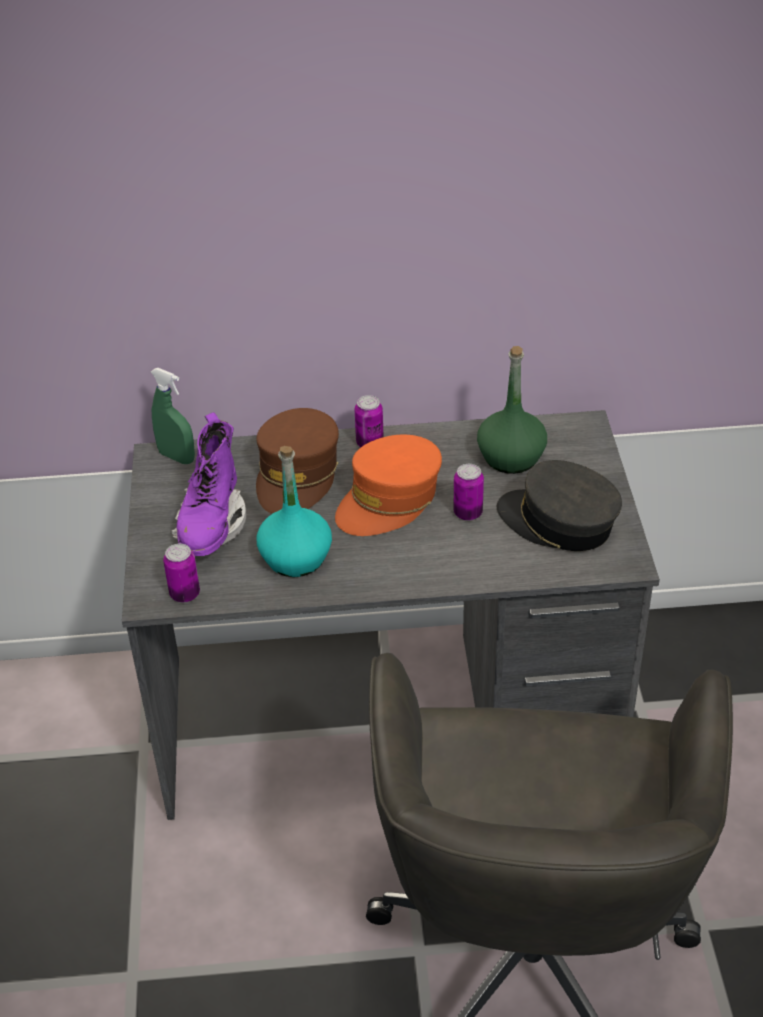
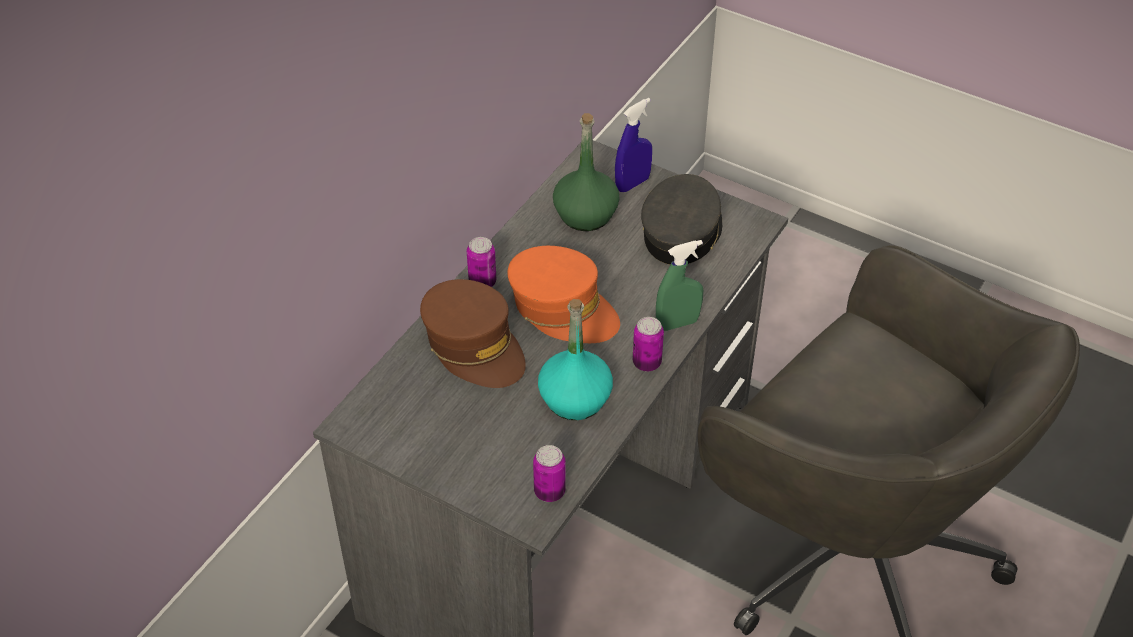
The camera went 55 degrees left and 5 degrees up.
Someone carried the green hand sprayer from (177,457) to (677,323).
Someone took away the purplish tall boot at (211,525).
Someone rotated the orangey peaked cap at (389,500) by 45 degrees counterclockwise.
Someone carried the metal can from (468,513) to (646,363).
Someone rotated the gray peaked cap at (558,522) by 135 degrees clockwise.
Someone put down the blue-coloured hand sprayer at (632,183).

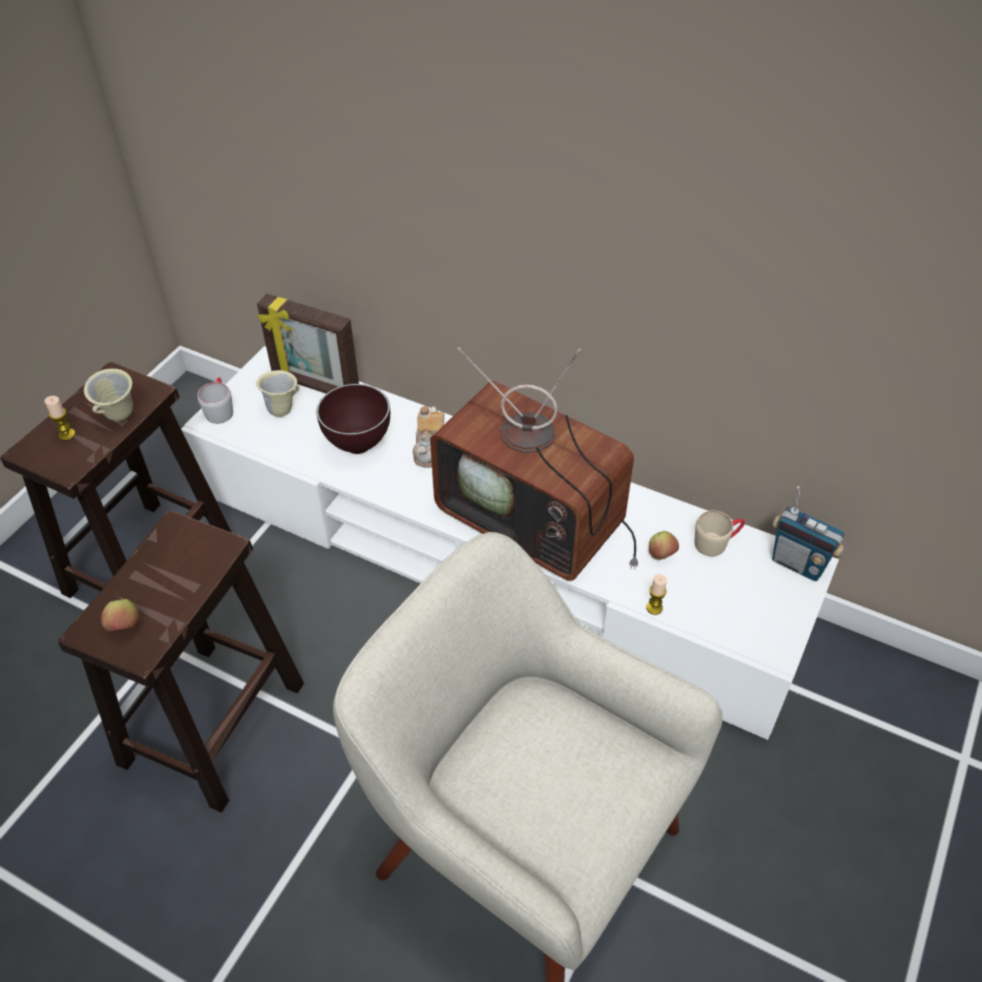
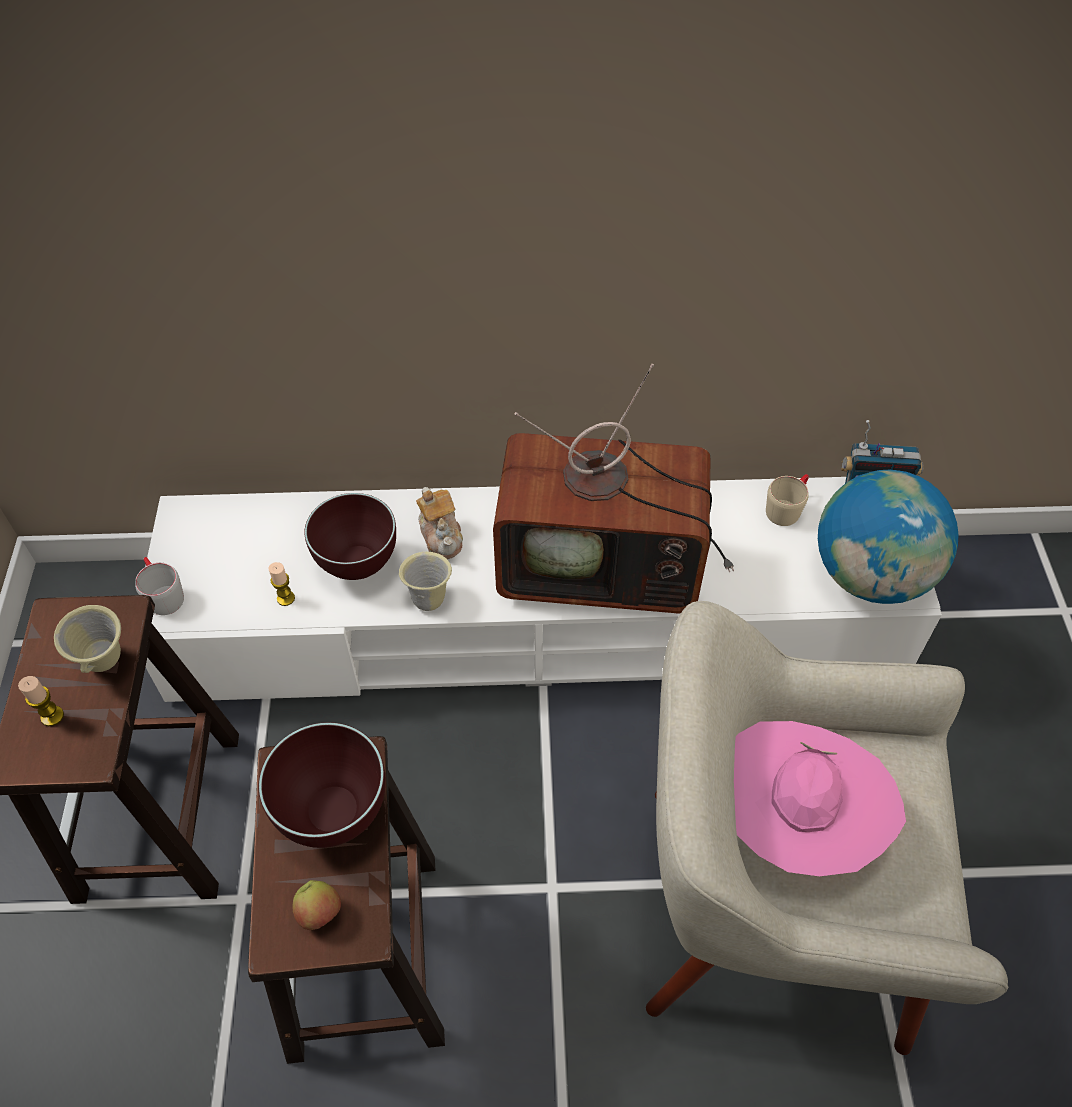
The camera went 30 degrees left and 5 degrees up.
Someone carried the beige mug from (282,409) to (429,598).
Someone took away the standing frame at (315,386).
Someone carried the wax candle from (654,608) to (286,598).
Someone took away the whole apple at (661,555).
Someone put down the brown bowl at (331,814).
Someone put down the pink hat at (793,822).
Someone put down the globe at (871,575).

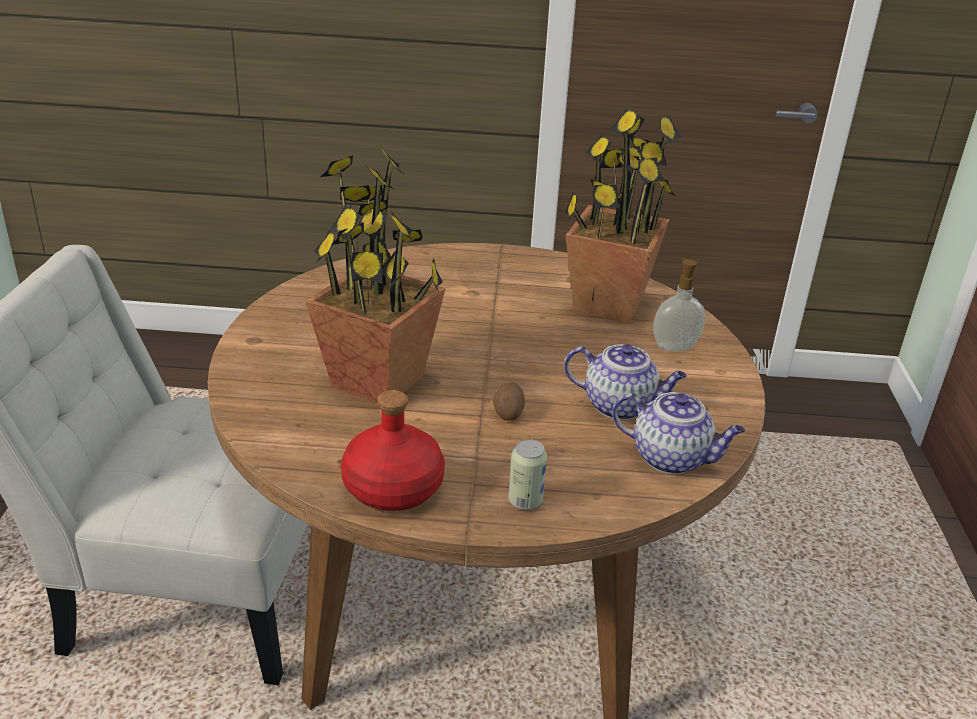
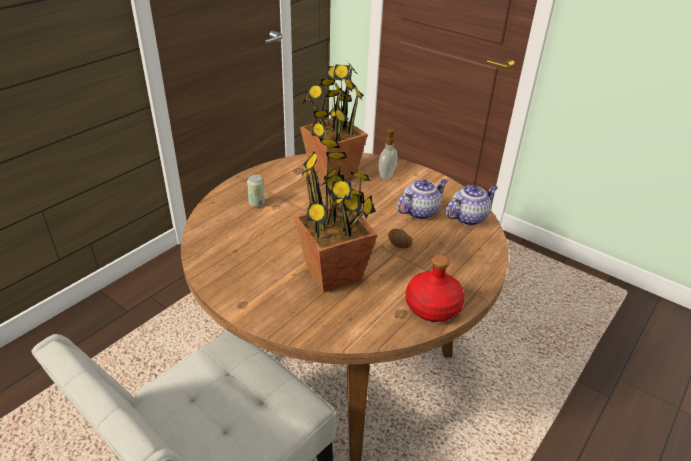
The camera went 55 degrees left and 5 degrees up.
Someone carried the metal can from (525,501) to (256,203).

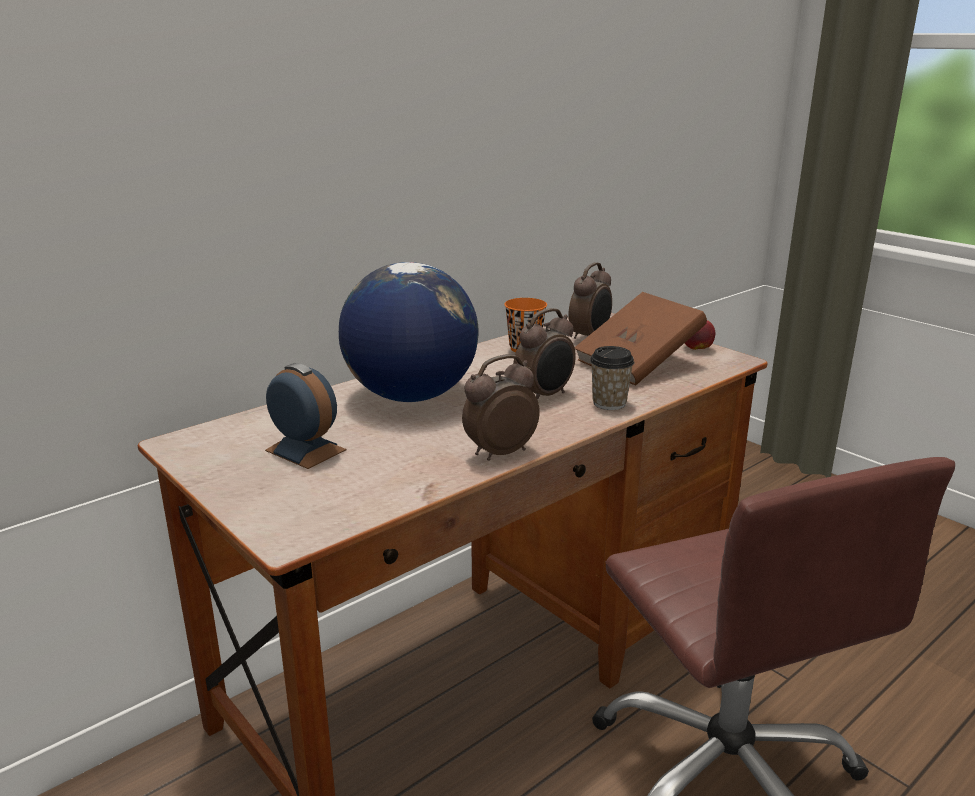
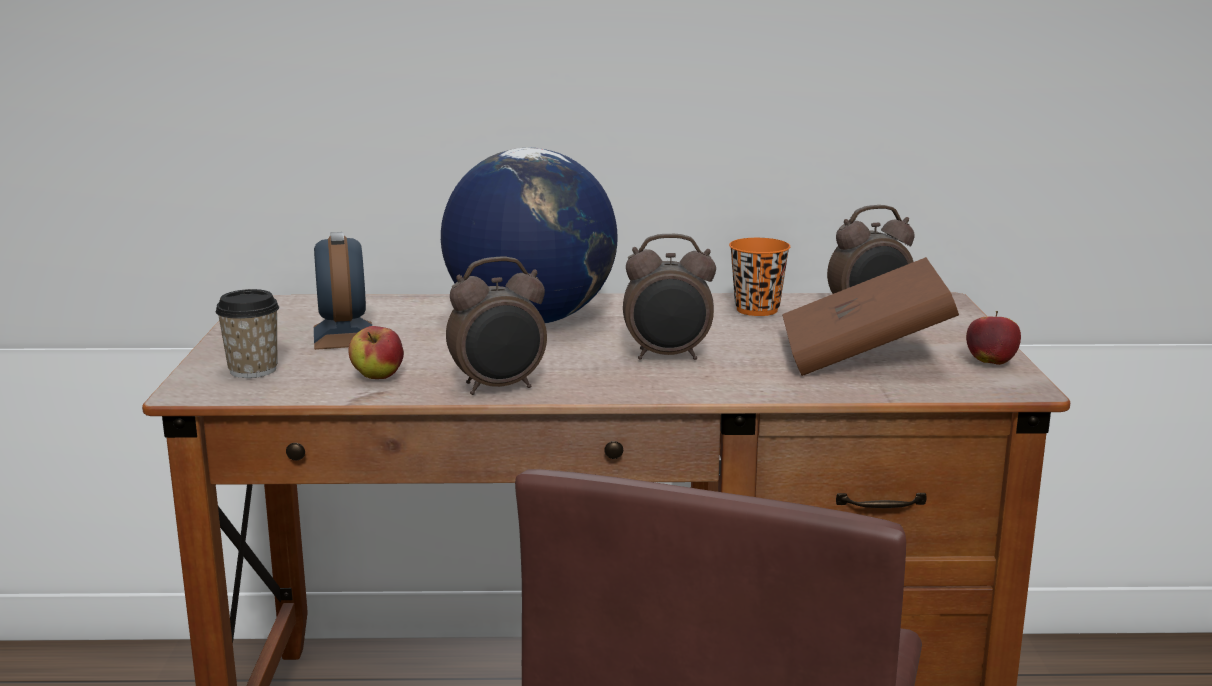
The camera went 40 degrees right and 5 degrees down.
Someone rotated the table clock at (499,452) by 150 degrees clockwise.
Someone carried the small cup from (609,403) to (253,370).
Someone put down the whole apple at (377,377).

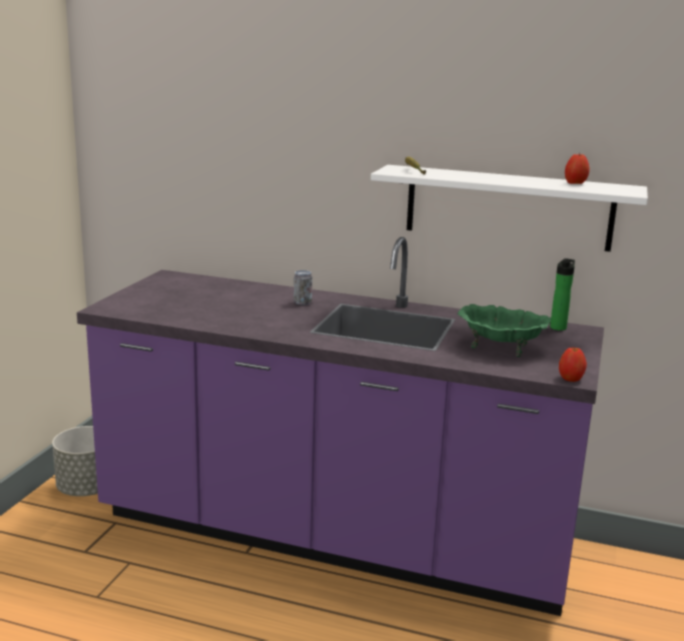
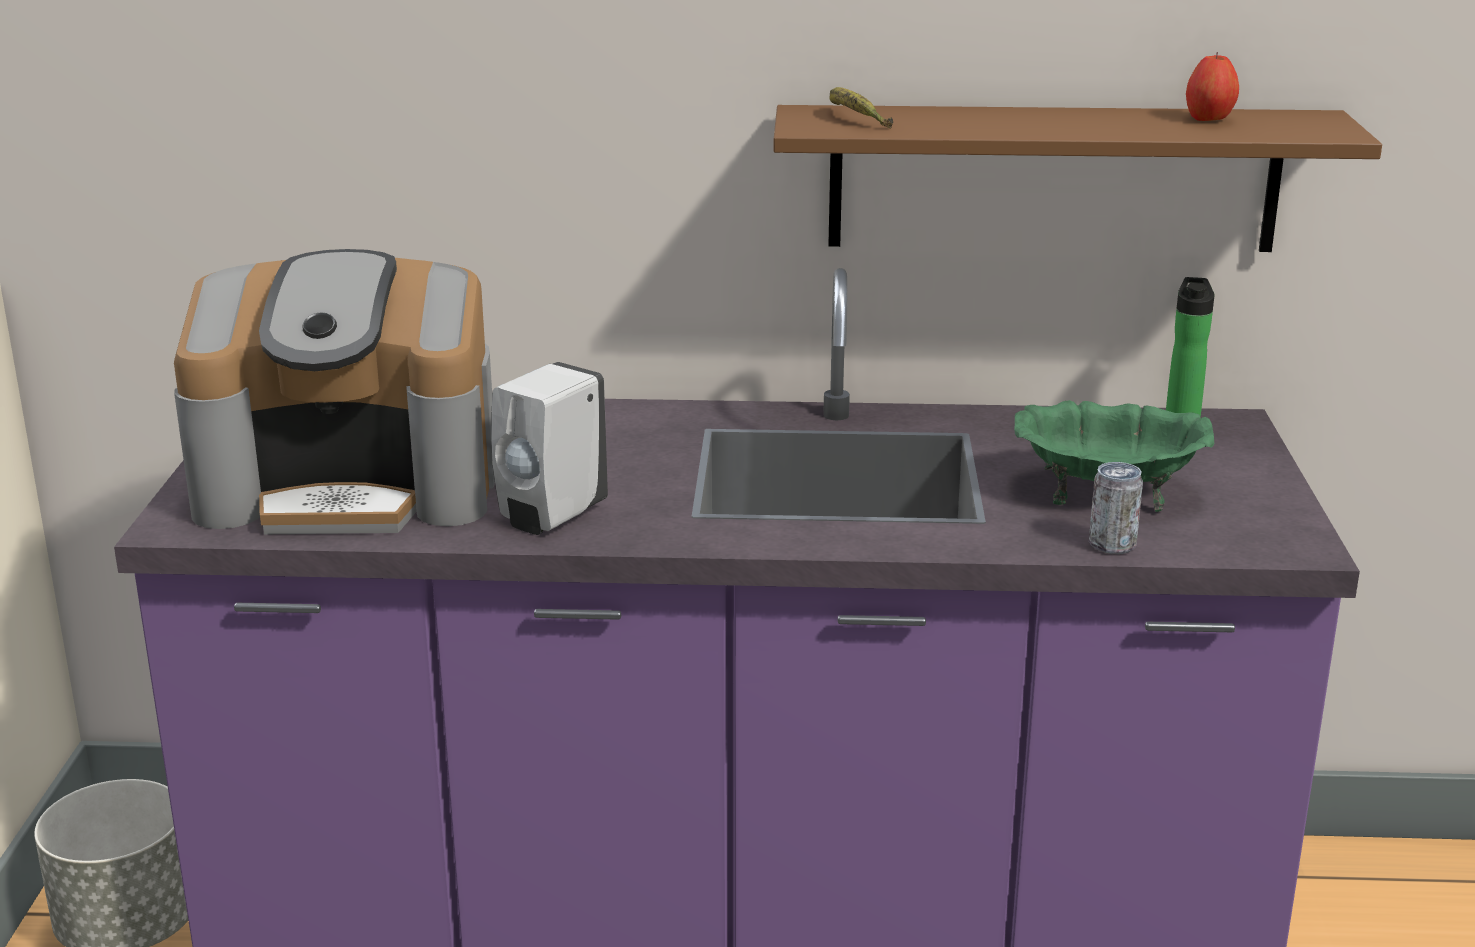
The camera went 15 degrees left and 5 degrees up.
Someone carried the metal can from (302,302) to (1112,545).
Someone repainted the whitish wall shelf at (508,207), which became the brown wall shelf at (1053,178).
Someone took away the whole apple at (571,379).
Someone put down the coffee machine at (353,486).
Someone put down the whitish soap bottle at (550,517).

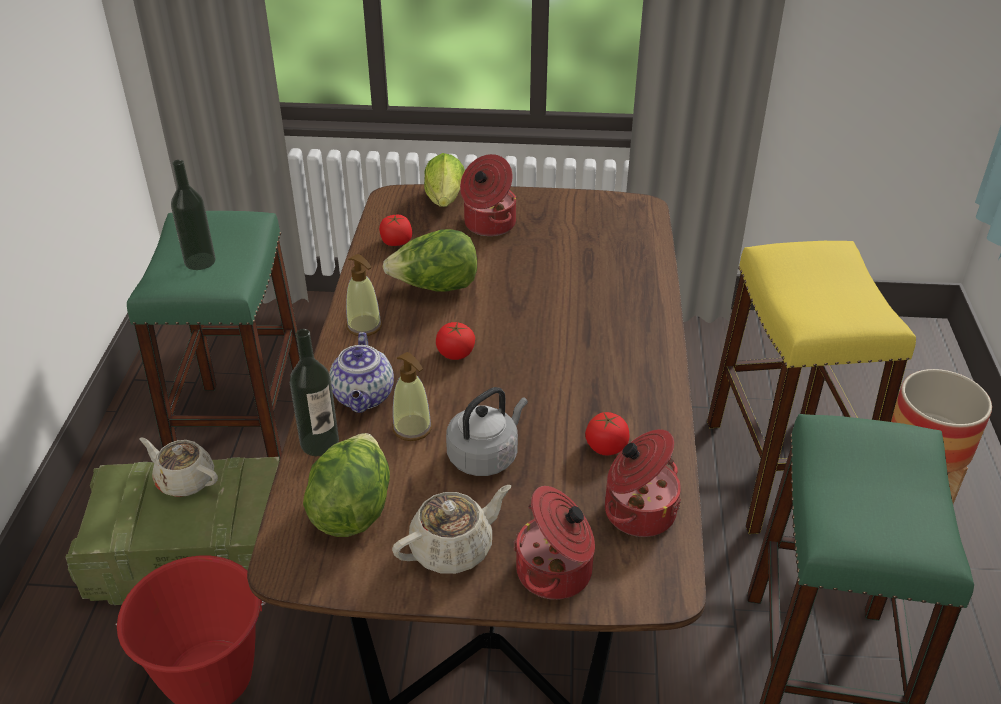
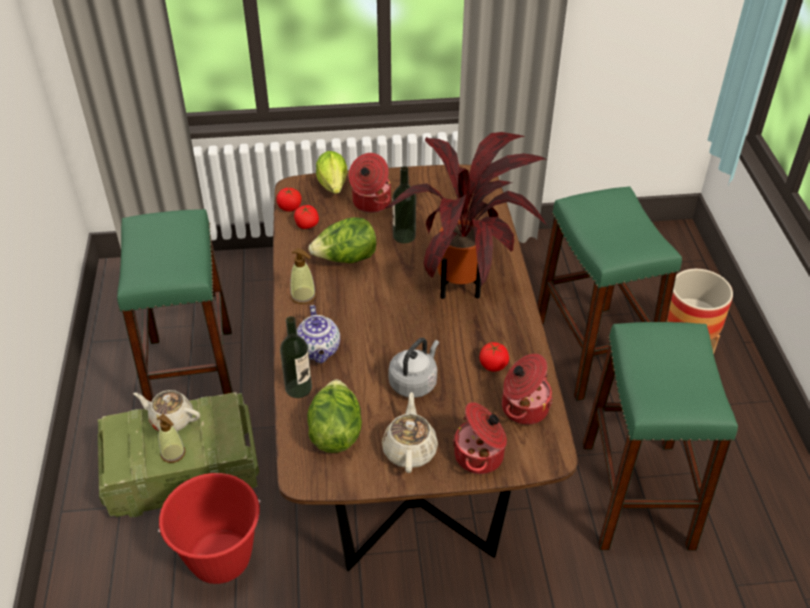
The camera went 10 degrees left and 5 degrees up.
Someone carried the bottle from (200,261) to (404,236).
Someone carried the soap bottle from (412,428) to (173,453).
Someone rotated the beige tea pot at (453,548) by 45 degrees counterclockwise.
Someone carried the fresh tomato from (455,353) to (289,207).
Someone repainted the yellowish sitting stool at (781,471), which became the green sitting stool at (592,351).
Someone put down the houseplant at (464,287).

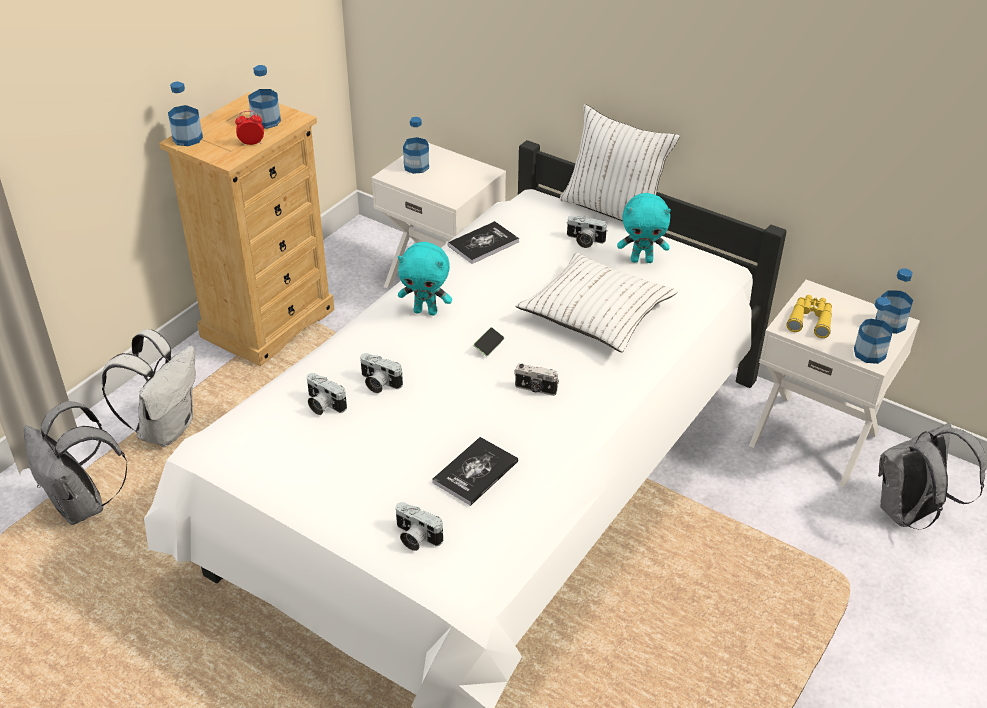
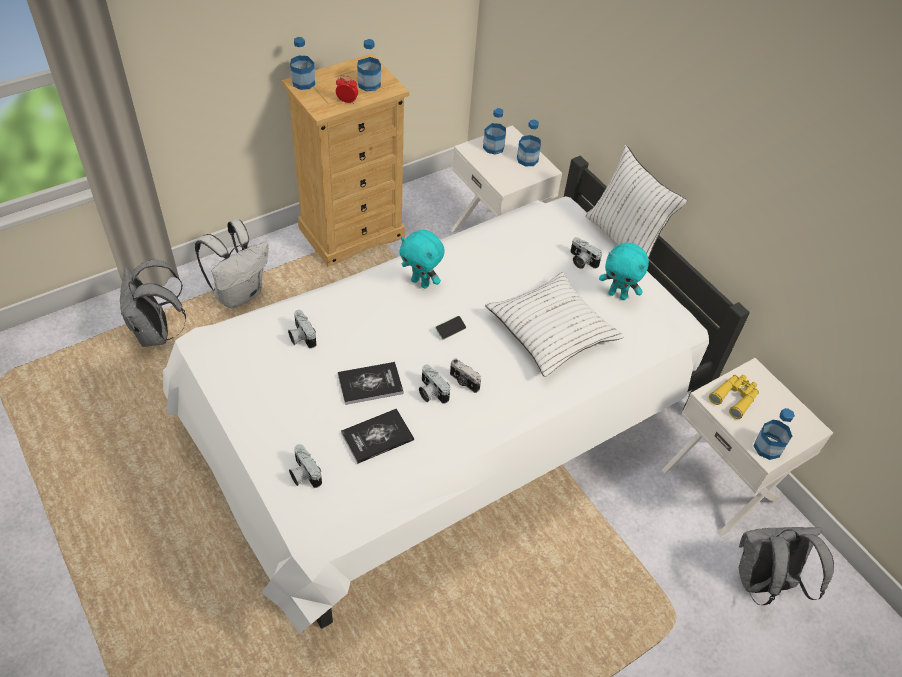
The camera went 20 degrees right and 10 degrees up.
Someone carried the still camera from (378,383) to (430,392).
Someone carried the bound book from (483,244) to (370,384).
Someone carried the bottle from (890,324) to (527,159).

